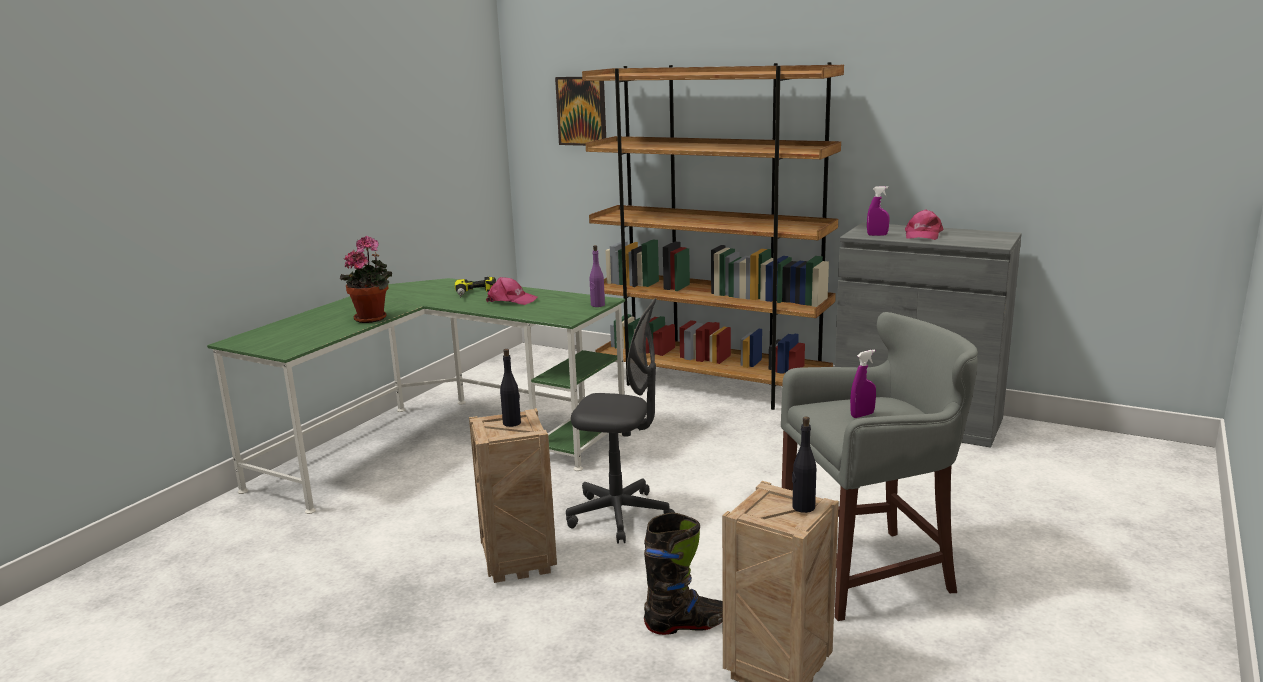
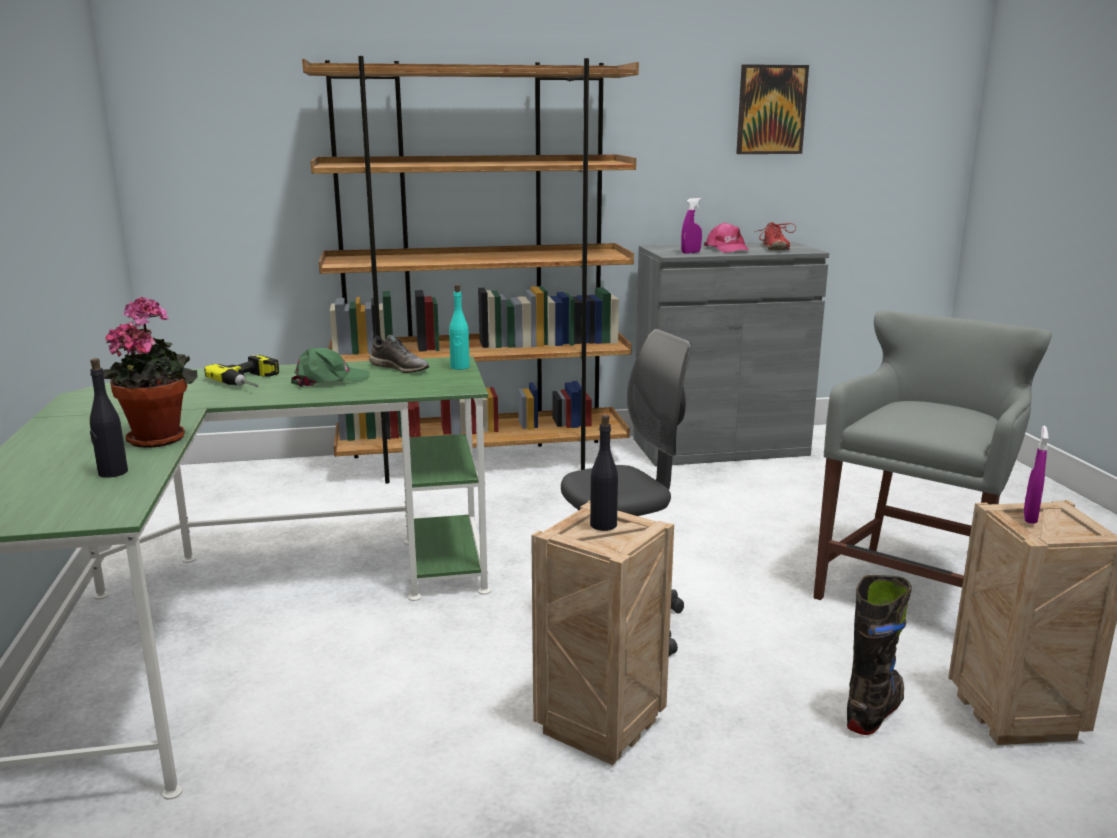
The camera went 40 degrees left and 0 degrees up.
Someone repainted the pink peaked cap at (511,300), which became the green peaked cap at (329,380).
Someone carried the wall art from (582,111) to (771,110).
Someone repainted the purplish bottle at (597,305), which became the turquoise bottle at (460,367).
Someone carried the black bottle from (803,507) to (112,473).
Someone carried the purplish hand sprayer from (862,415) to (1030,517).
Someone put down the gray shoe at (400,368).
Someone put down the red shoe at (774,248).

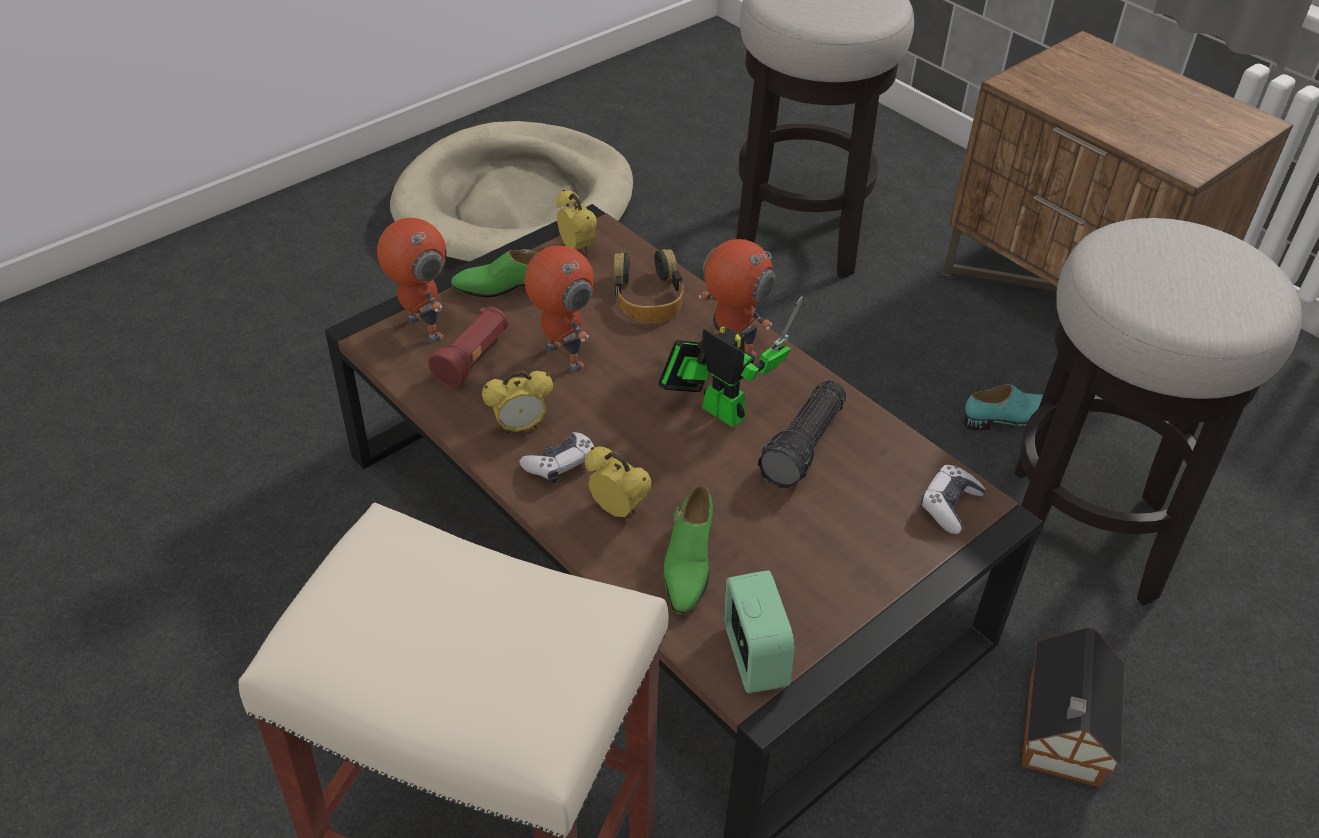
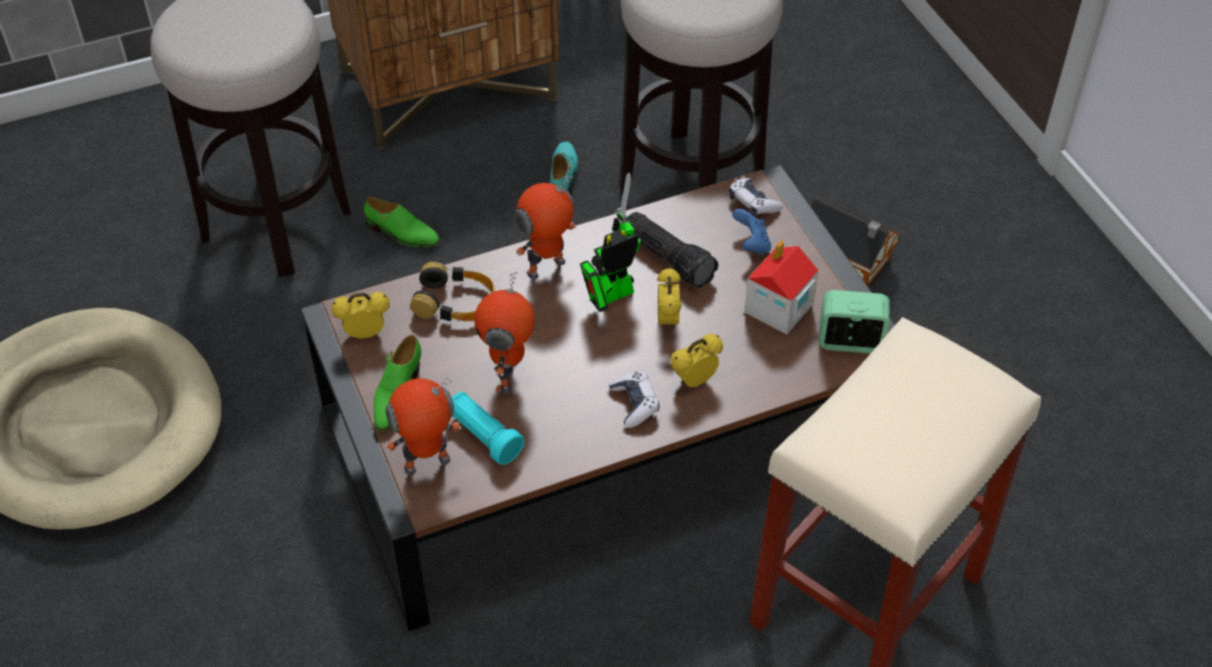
The camera went 70 degrees left and 5 degrees up.
Someone repainted the red hand torch at (473,358), which became the turquoise hand torch at (483,436).
Someone carried the table clock from (520,427) to (668,320).
Someone rotated the model robot at (561,358) by 60 degrees counterclockwise.
Someone carried the green shoe from (687,564) to (402,234).
Someone put down the blue-coloured joypad at (751,245).
Someone put down the model house at (778,309).

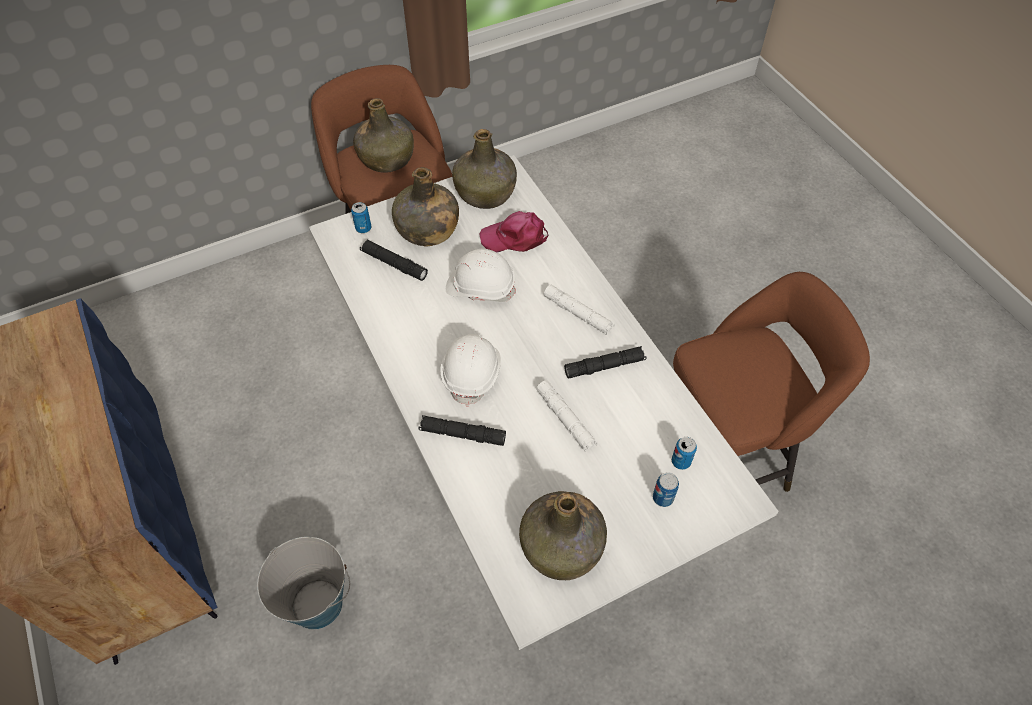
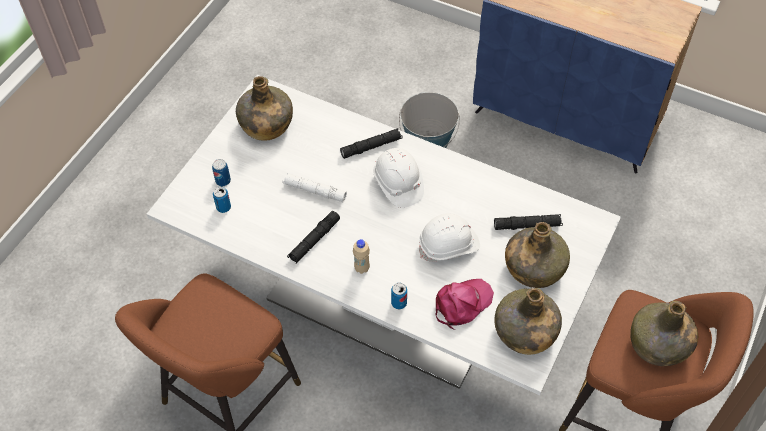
The camera went 145 degrees right and 0 degrees up.
Someone carried the metal can from (363,228) to (399,303).
Someone swapped the whitish hand torch at (578,314) for the beige bottle at (362,268).

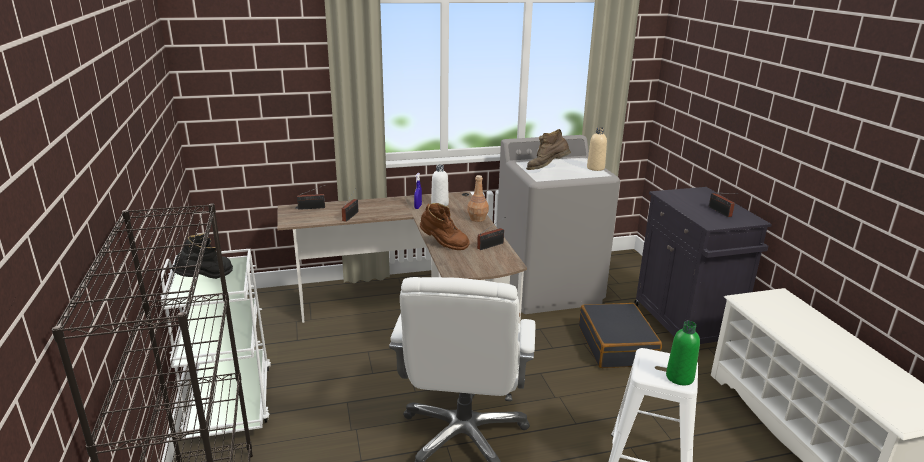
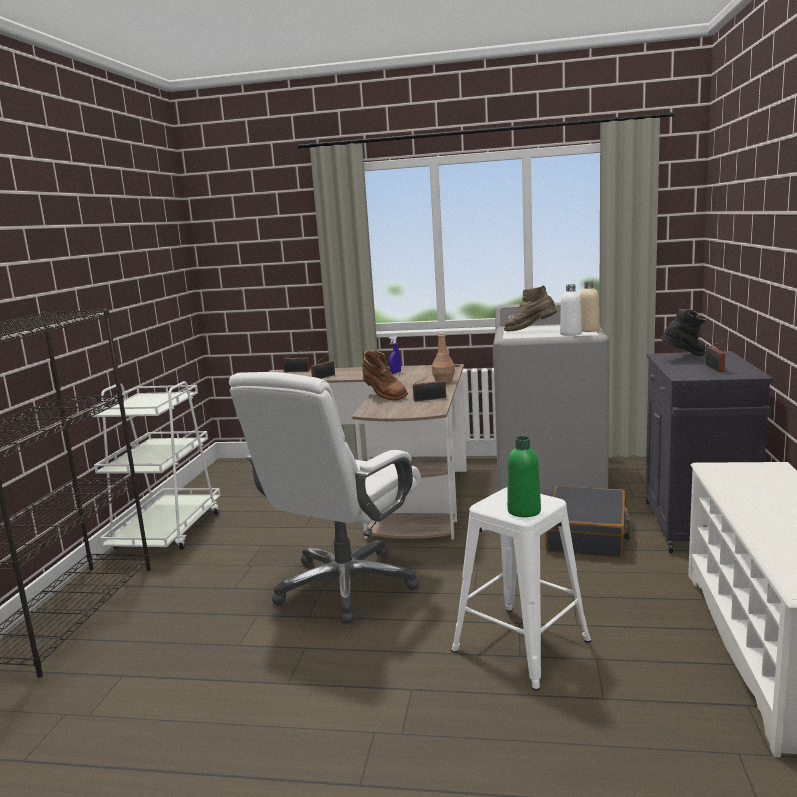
The camera went 25 degrees right and 10 degrees down.
Someone carried the black tall boot from (206,280) to (684,357).
Someone carried the whitish bottle from (439,204) to (570,334).

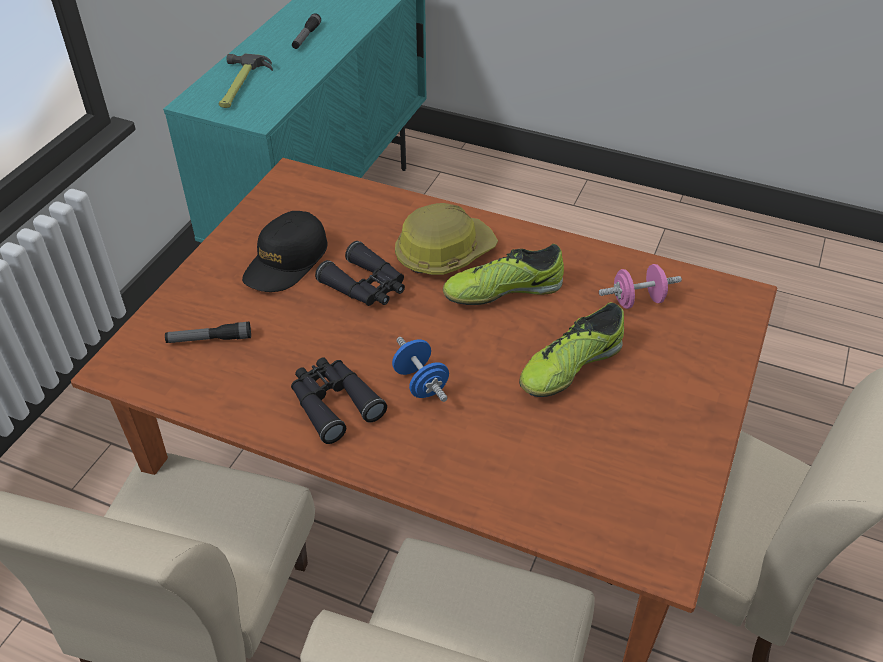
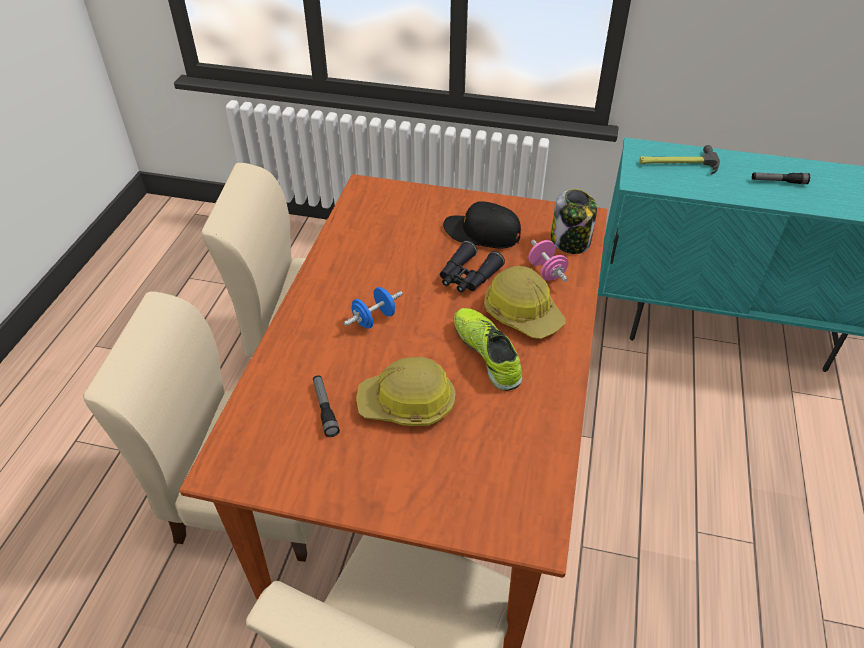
The camera went 80 degrees right and 0 degrees up.
Someone carried the hand torch from (209,339) to (325,409).
Someone took away the black pair of binoculars at (333,403).
Someone swapped the shoe at (570,366) for the safety helmet at (407,403).
Someone carried the pink dumbbell from (637,300) to (546,271).
Someone put down the jar at (570,241).

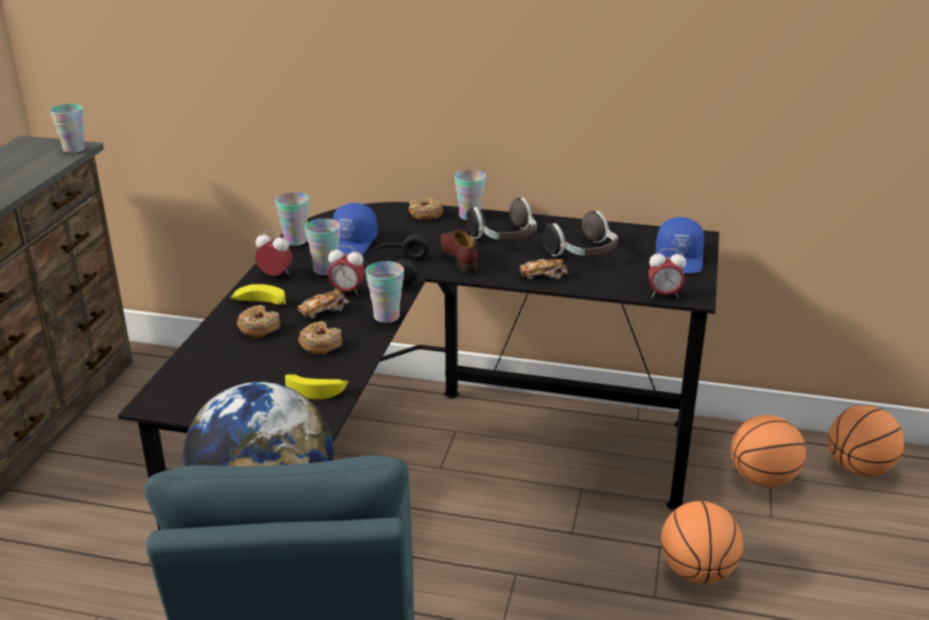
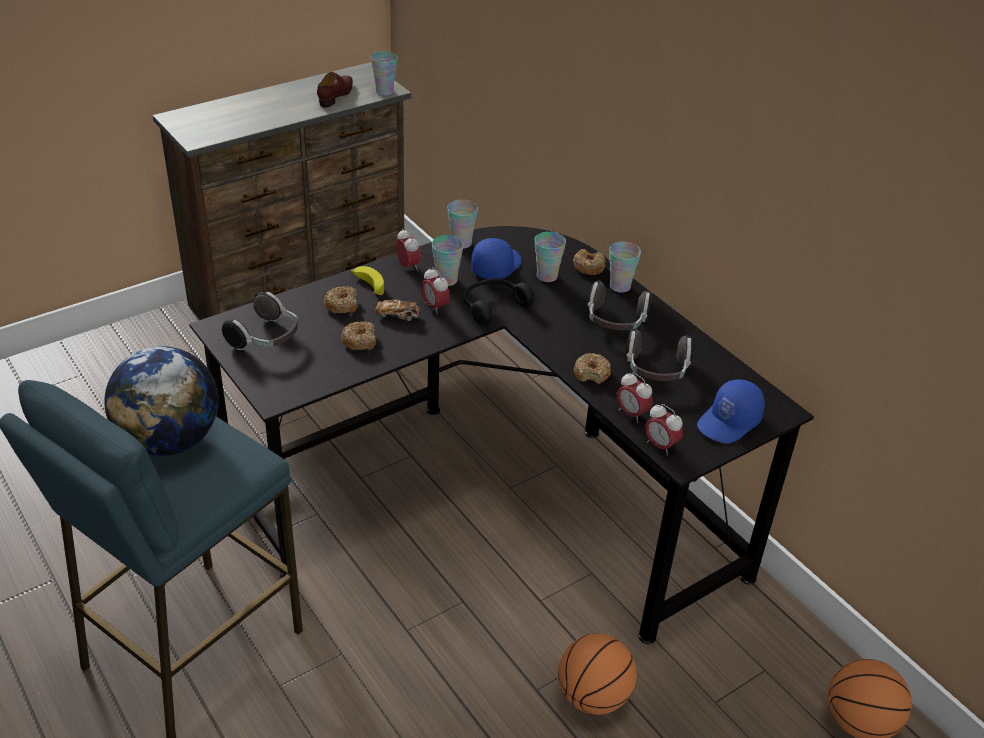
The camera went 40 degrees right and 10 degrees up.
Someone took away the banana at (316,390).
Someone rotated the blue-coloured peaked cap at (352,244) by 150 degrees clockwise.
Someone carried the small cup from (386,316) to (547,276).
Someone carried the brown shoe from (459,257) to (336,95).
Someone swapped the toy car at (543,276) for the doughnut at (592,373).
Someone took away the ball for basketball at (763,479).
Someone put down the pair of headphones at (266,338).
Someone put down the table clock at (631,414).

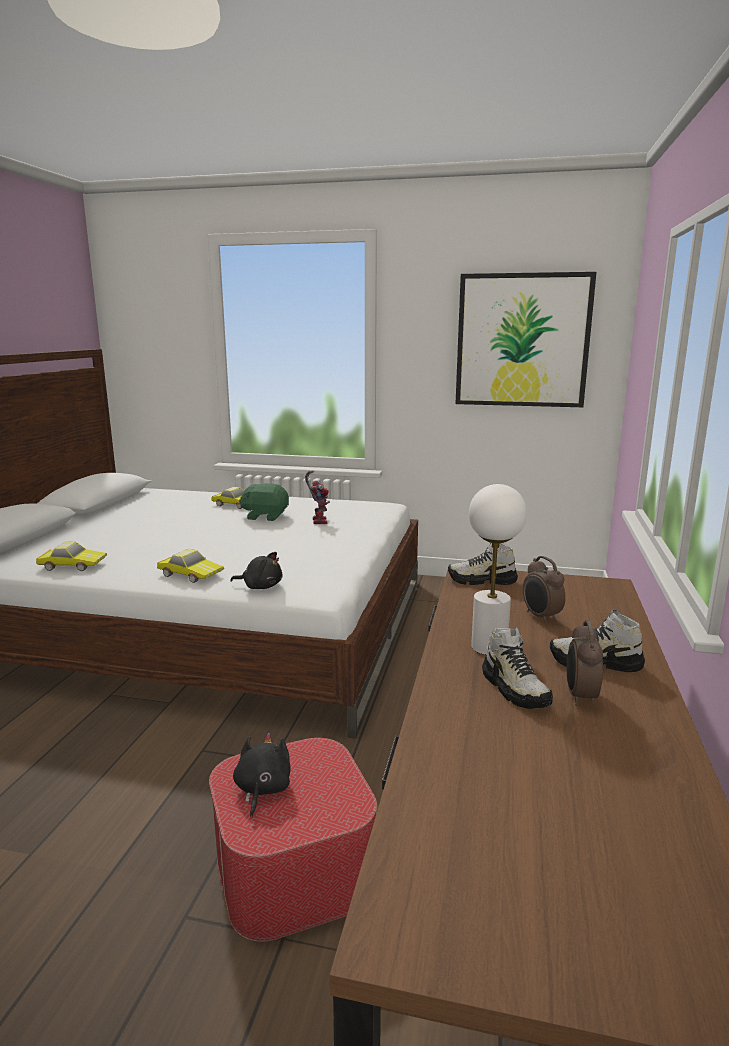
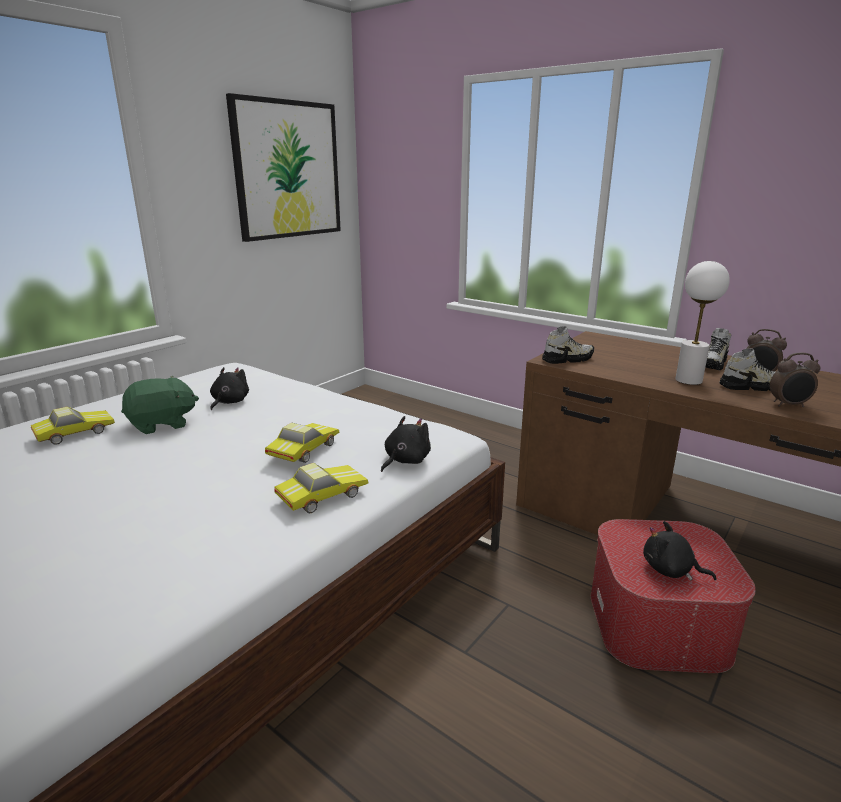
The camera went 65 degrees left and 5 degrees up.
Someone carried the toy car from (73,565) to (302,449).
Someone rotated the green soft toy at (265,516) by 150 degrees counterclockwise.
Someone swapped the model robot at (317,520) for the black soft toy at (229,402).
Someone rotated the shoe at (482,580) by 135 degrees counterclockwise.
Someone carried the table clock from (540,617) to (789,405).

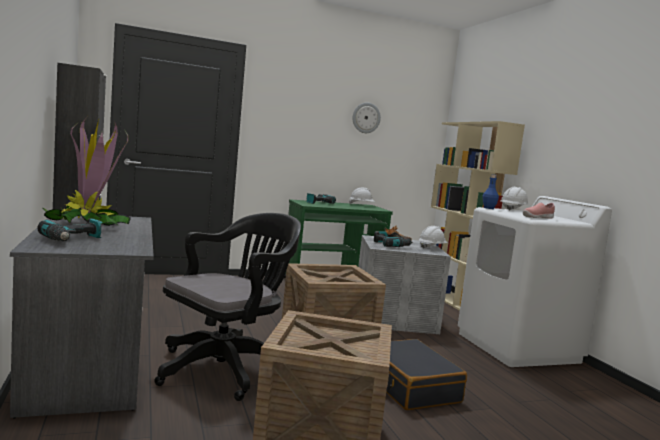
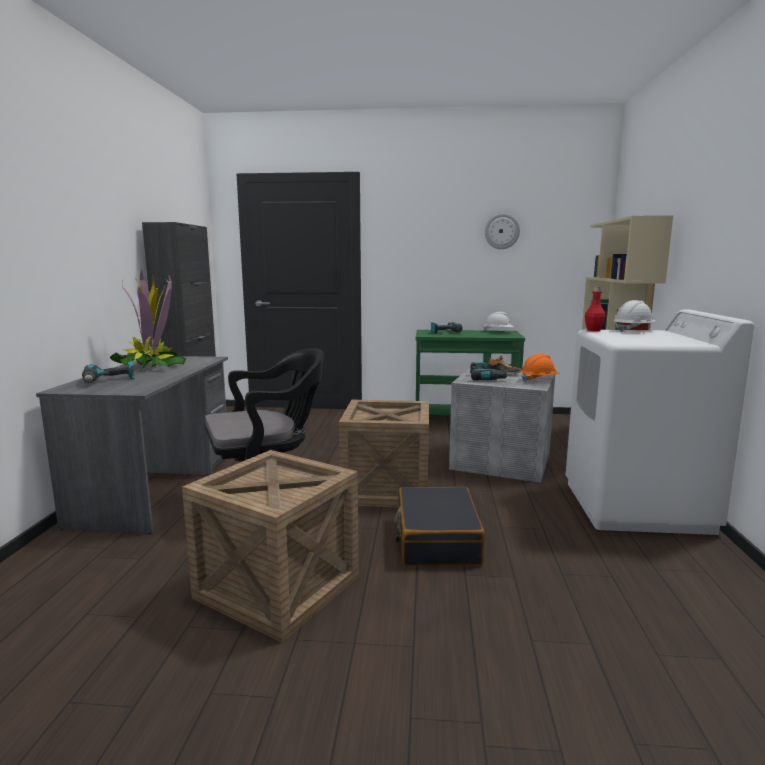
The camera went 25 degrees right and 5 degrees up.
Someone repainted the whitish safety helmet at (431,247), which became the orangey safety helmet at (539,380).
Someone repainted the blue-coloured bottle at (488,208), which became the red bottle at (593,330).
Someone took away the pink shoe at (537,218).

